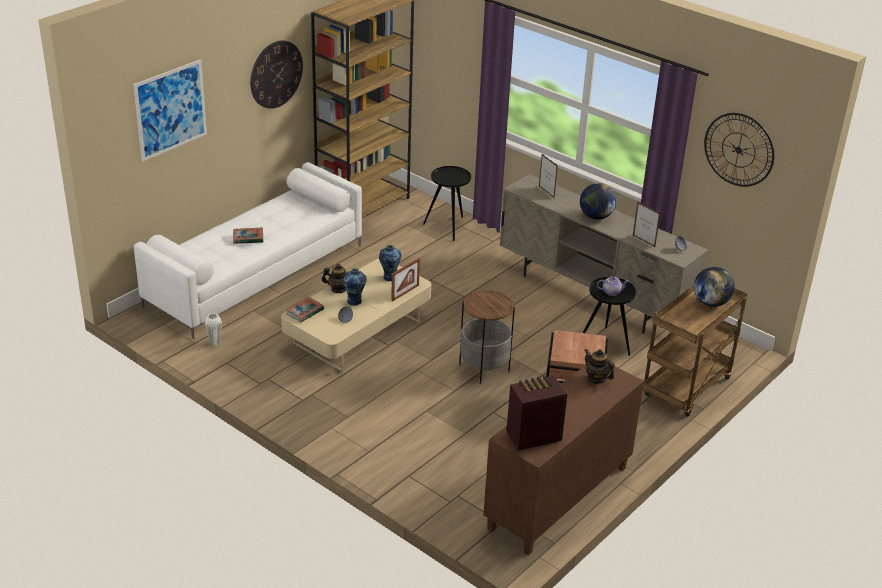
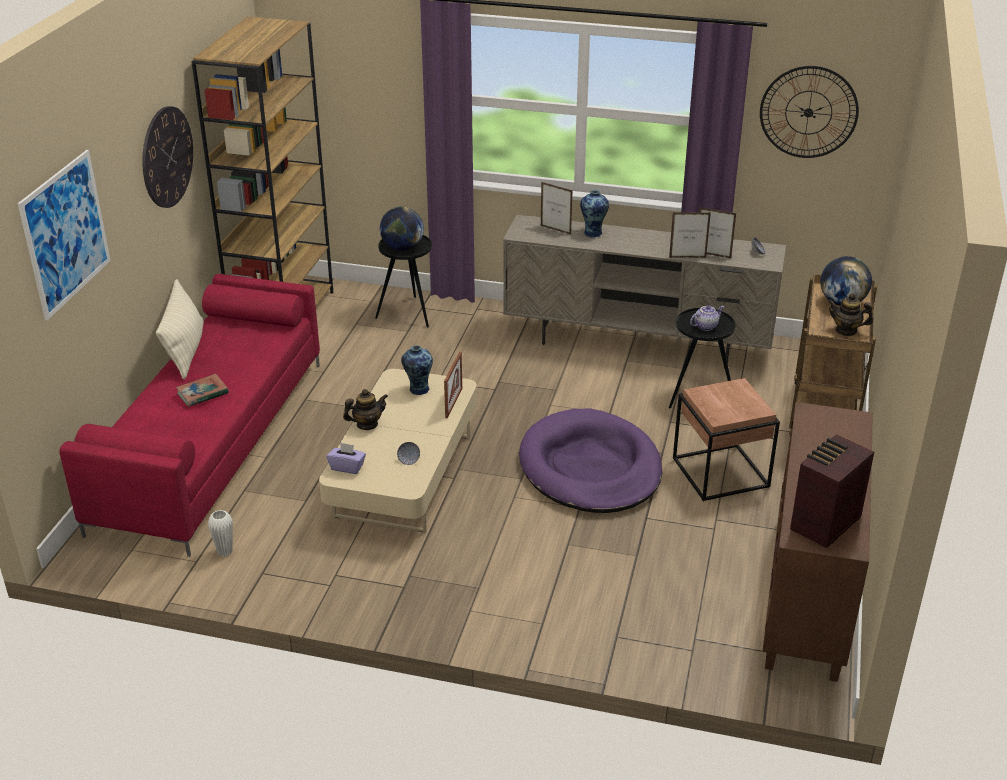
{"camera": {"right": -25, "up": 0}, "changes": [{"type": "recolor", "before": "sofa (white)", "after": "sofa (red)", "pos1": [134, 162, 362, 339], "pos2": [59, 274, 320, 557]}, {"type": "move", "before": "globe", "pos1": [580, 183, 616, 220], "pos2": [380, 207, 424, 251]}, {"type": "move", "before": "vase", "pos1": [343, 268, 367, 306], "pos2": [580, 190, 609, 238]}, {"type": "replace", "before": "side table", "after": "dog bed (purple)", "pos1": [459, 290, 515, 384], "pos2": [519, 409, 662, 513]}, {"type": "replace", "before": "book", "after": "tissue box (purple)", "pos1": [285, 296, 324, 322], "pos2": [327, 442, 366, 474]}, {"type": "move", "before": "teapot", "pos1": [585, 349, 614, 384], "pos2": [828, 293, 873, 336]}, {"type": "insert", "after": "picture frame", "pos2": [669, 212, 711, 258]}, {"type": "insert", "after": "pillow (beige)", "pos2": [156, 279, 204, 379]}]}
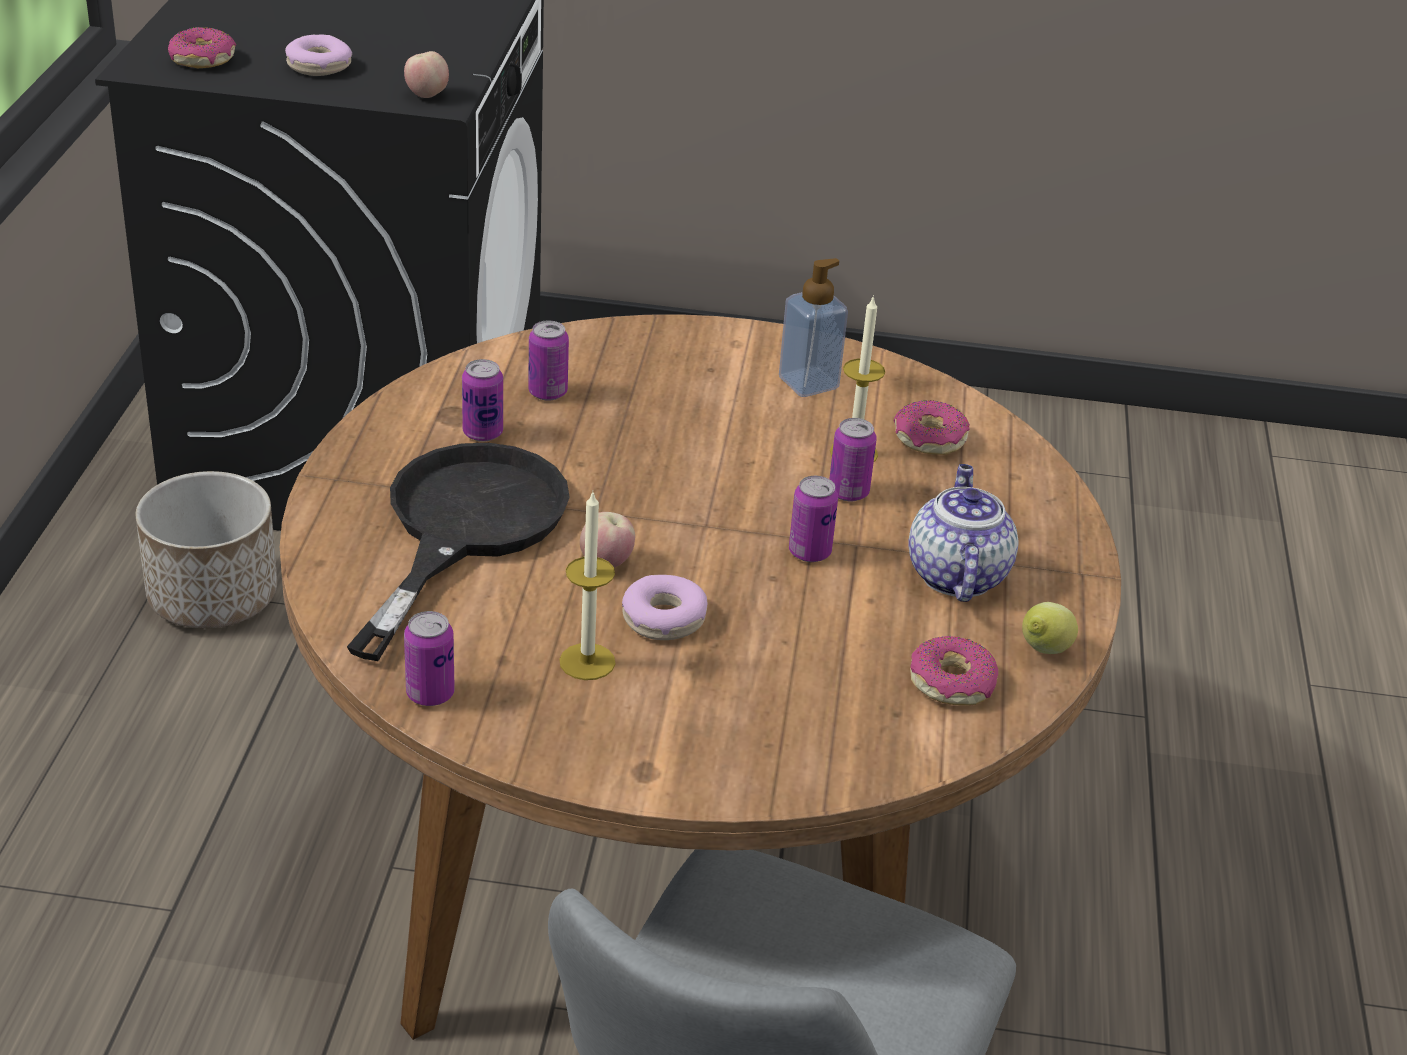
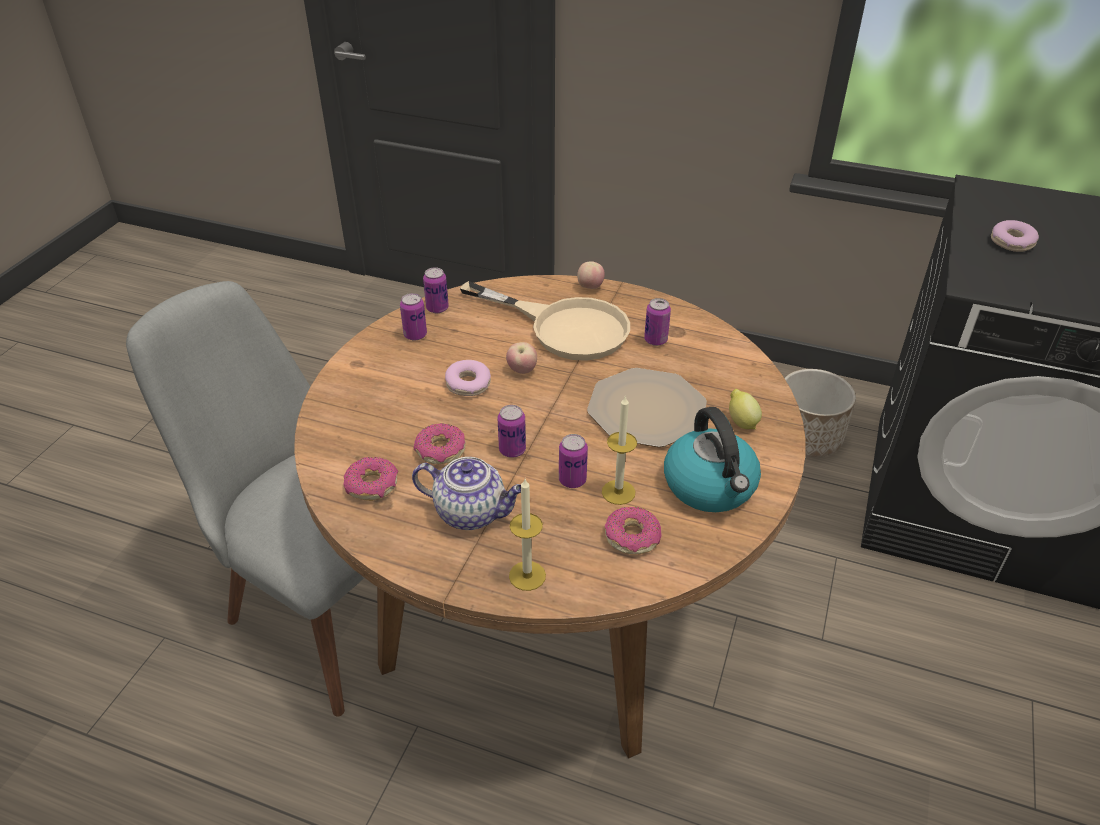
{"camera": {"right": 105, "up": 5}, "changes": [{"type": "move", "before": "donut", "pos1": [168, 27, 236, 68], "pos2": [414, 423, 466, 464]}, {"type": "move", "before": "apple", "pos1": [404, 51, 449, 98], "pos2": [577, 261, 605, 289]}, {"type": "replace", "before": "soap dispenser", "after": "kettle", "pos1": [779, 258, 848, 397], "pos2": [664, 407, 761, 512]}, {"type": "move", "before": "can", "pos1": [528, 321, 569, 401], "pos2": [400, 293, 427, 341]}, {"type": "recolor", "before": "frying pan (black)", "after": "frying pan (beige)", "pos1": [347, 443, 570, 661], "pos2": [460, 281, 630, 361]}, {"type": "move", "before": "candle", "pos1": [559, 490, 616, 680], "pos2": [509, 479, 546, 591]}, {"type": "move", "before": "lemon", "pos1": [1022, 602, 1078, 654], "pos2": [729, 389, 762, 429]}, {"type": "insert", "after": "plate", "pos2": [587, 368, 707, 447]}]}
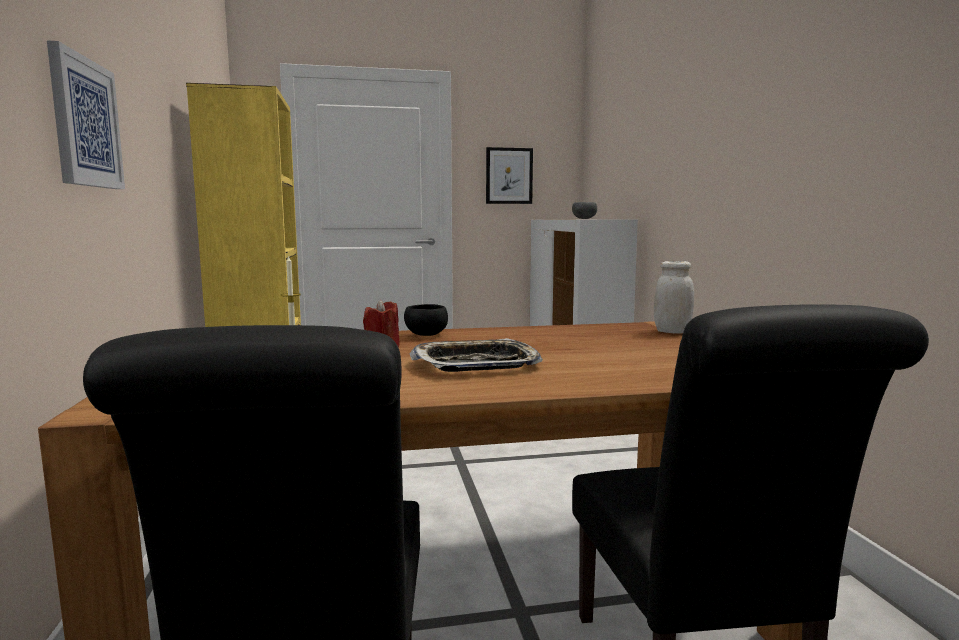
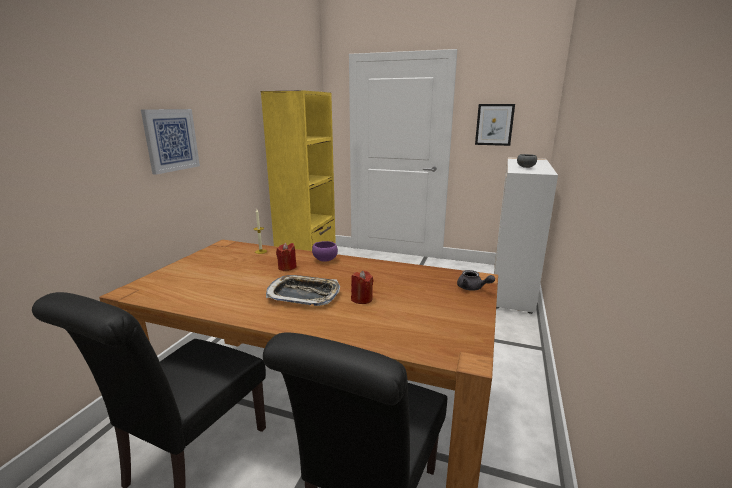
{"camera": {"right": 30, "up": 10}, "changes": [{"type": "replace", "before": "jar (white)", "after": "teapot (grey)", "pos1": [654, 261, 694, 333], "pos2": [457, 270, 495, 291]}, {"type": "recolor", "before": "bowl (black)", "after": "bowl (purple)", "pos1": [404, 304, 448, 336], "pos2": [312, 241, 338, 262]}, {"type": "insert", "after": "candle (red)", "pos2": [351, 271, 374, 304]}]}
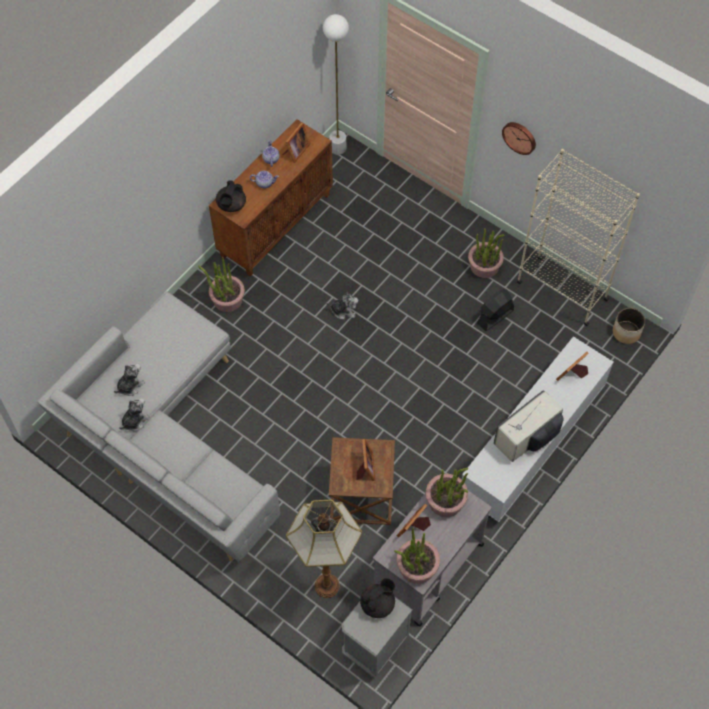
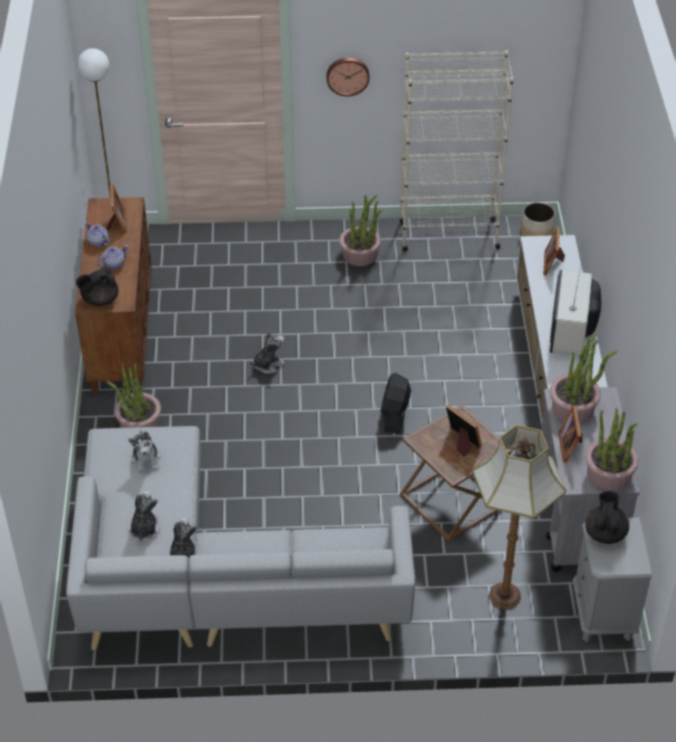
{"camera": {"right": -40, "up": -15}, "changes": [{"type": "rotate", "before": "teapot (black)", "pos1": [216, 180, 246, 212], "pos2": [76, 267, 119, 306], "turn": 75}, {"type": "move", "before": "fan (black)", "pos1": [477, 289, 514, 331], "pos2": [381, 373, 411, 434]}, {"type": "insert", "after": "plush toy", "pos2": [128, 431, 161, 474]}]}
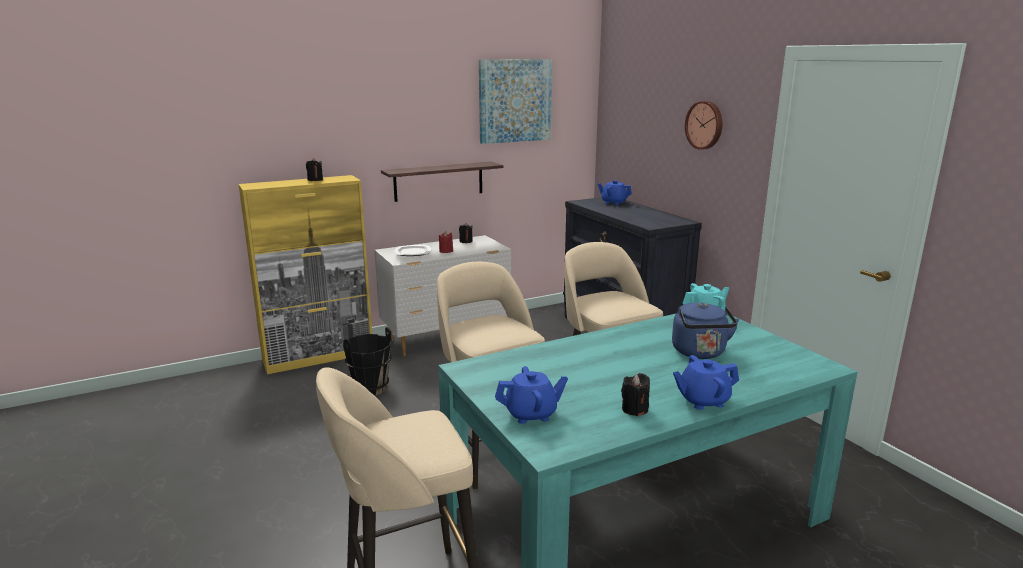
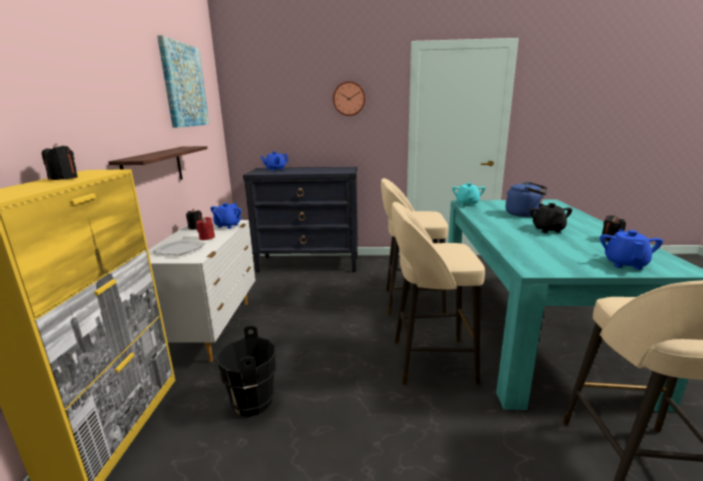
{"camera": {"right": -60, "up": 0}, "changes": [{"type": "move", "before": "teapot (blue)", "pos1": [673, 355, 739, 410], "pos2": [210, 203, 241, 229]}, {"type": "insert", "after": "teapot (black)", "pos2": [530, 203, 572, 233]}]}
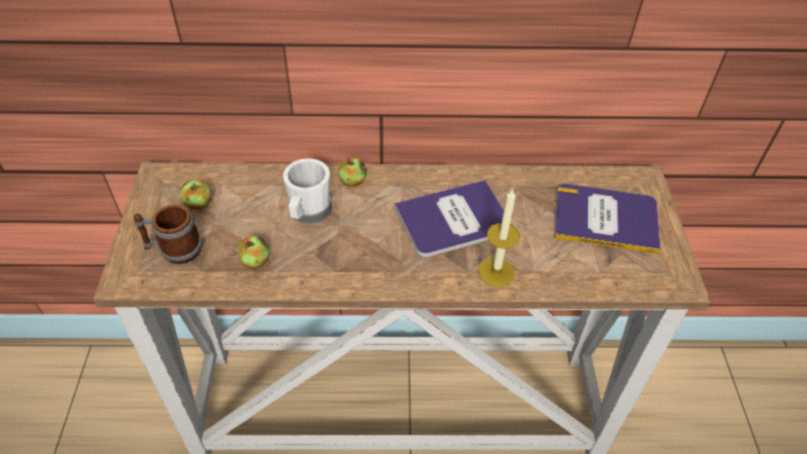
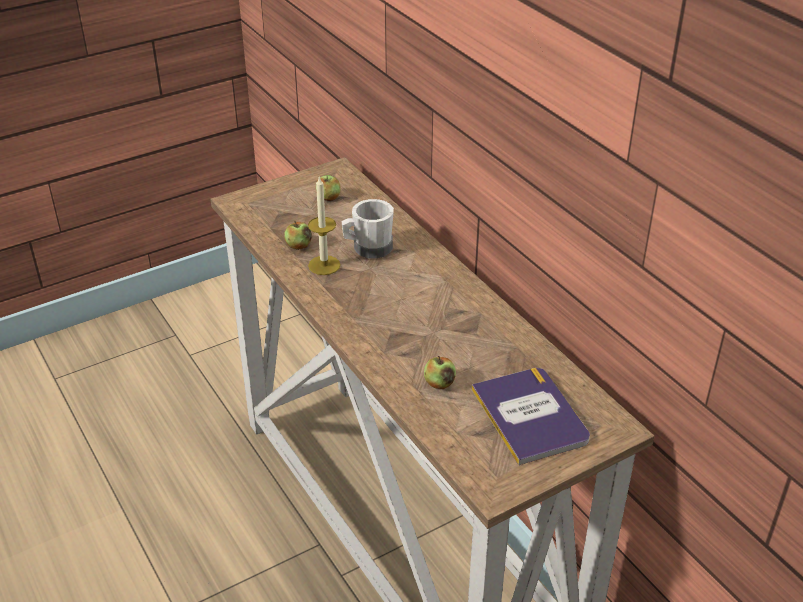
{"camera": {"right": 60, "up": -10}, "changes": [{"type": "move", "before": "apple", "pos1": [339, 157, 367, 187], "pos2": [424, 356, 456, 389]}, {"type": "delete", "before": "book", "pos1": [394, 180, 513, 257]}, {"type": "move", "before": "candle", "pos1": [478, 188, 520, 287], "pos2": [308, 176, 341, 275]}, {"type": "delete", "before": "mug", "pos1": [133, 204, 202, 264]}]}
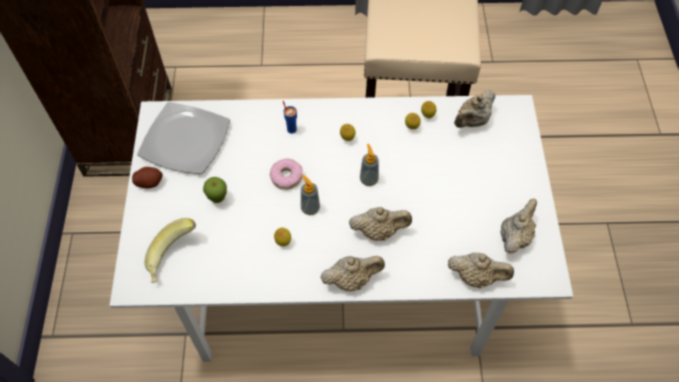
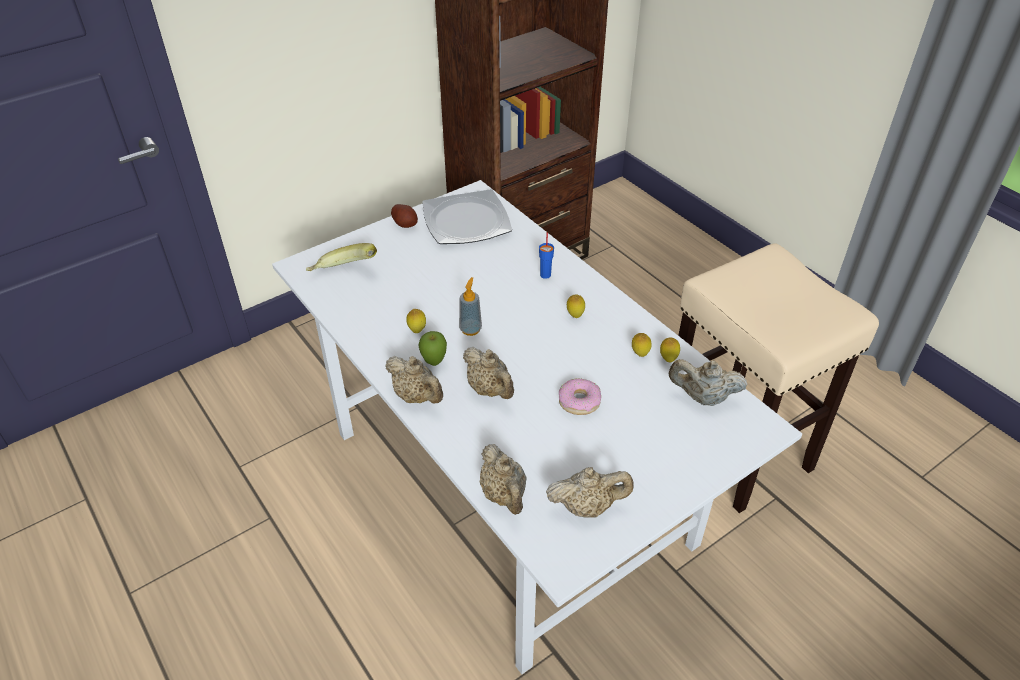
{"camera": {"right": 55, "up": -15}, "changes": [{"type": "delete", "before": "soap dispenser", "pos1": [360, 144, 379, 186]}, {"type": "move", "before": "donut", "pos1": [270, 159, 303, 190], "pos2": [559, 378, 601, 415]}, {"type": "move", "before": "apple", "pos1": [203, 177, 227, 203], "pos2": [419, 331, 447, 366]}]}
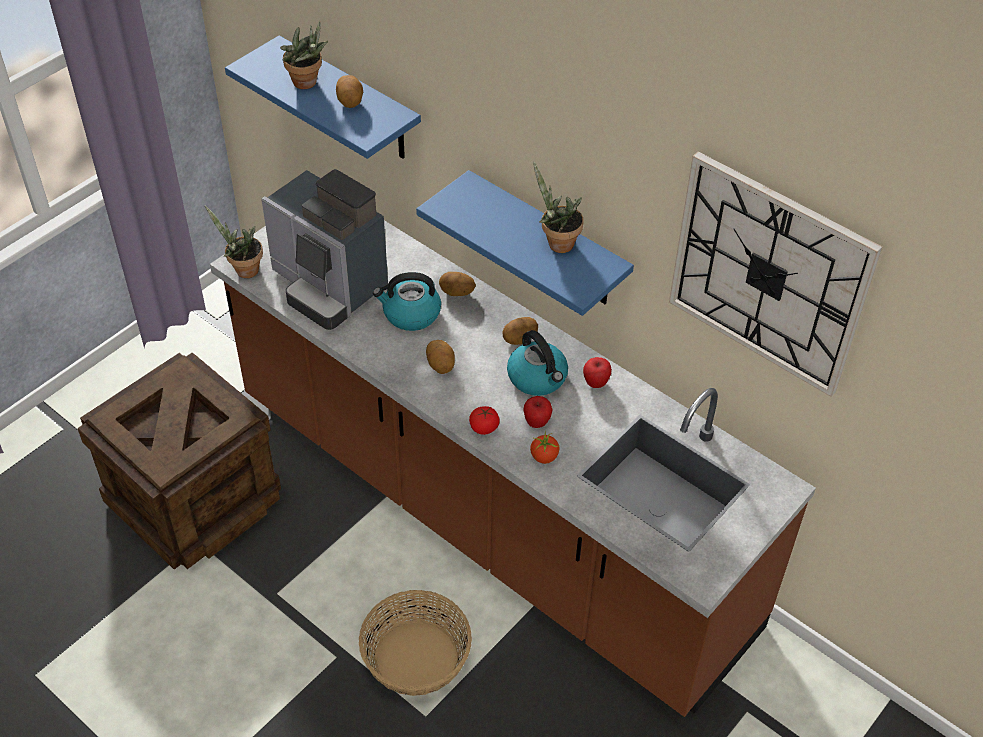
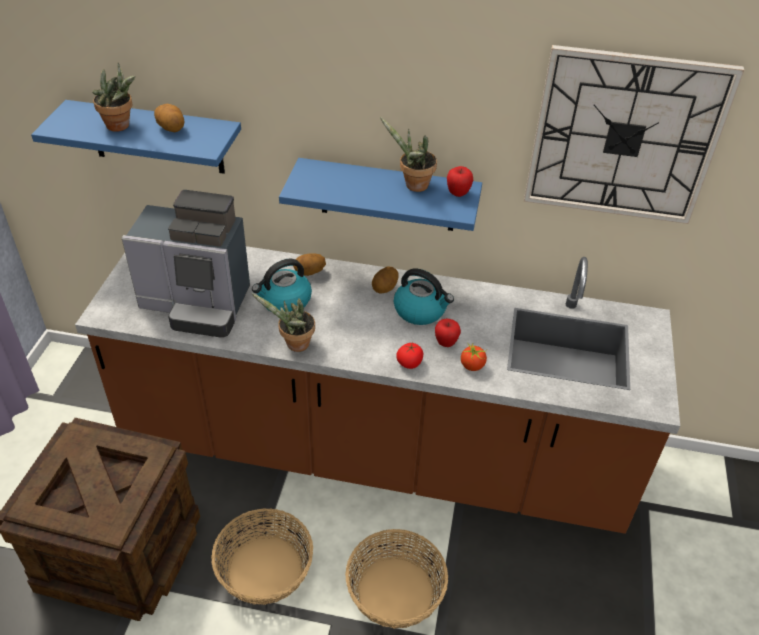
{"camera": {"right": -30, "up": -5}, "changes": [{"type": "move", "before": "potted plant", "pos1": [205, 205, 263, 278], "pos2": [251, 293, 315, 352]}, {"type": "delete", "before": "potato", "pos1": [426, 340, 455, 374]}, {"type": "move", "before": "apple", "pos1": [583, 357, 612, 388], "pos2": [447, 166, 473, 197]}, {"type": "insert", "after": "basket", "pos2": [211, 508, 313, 605]}]}
